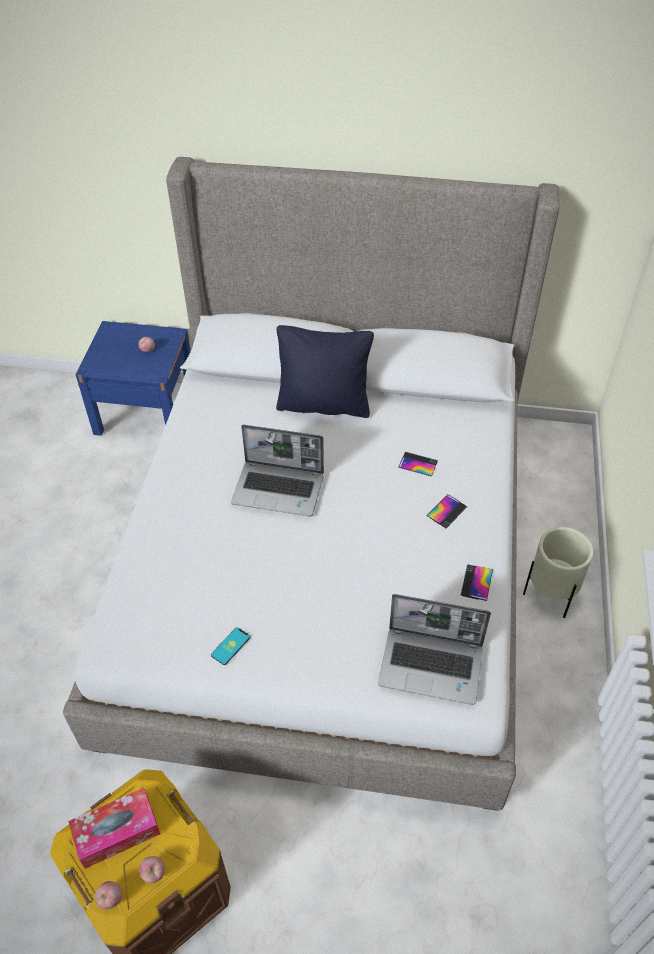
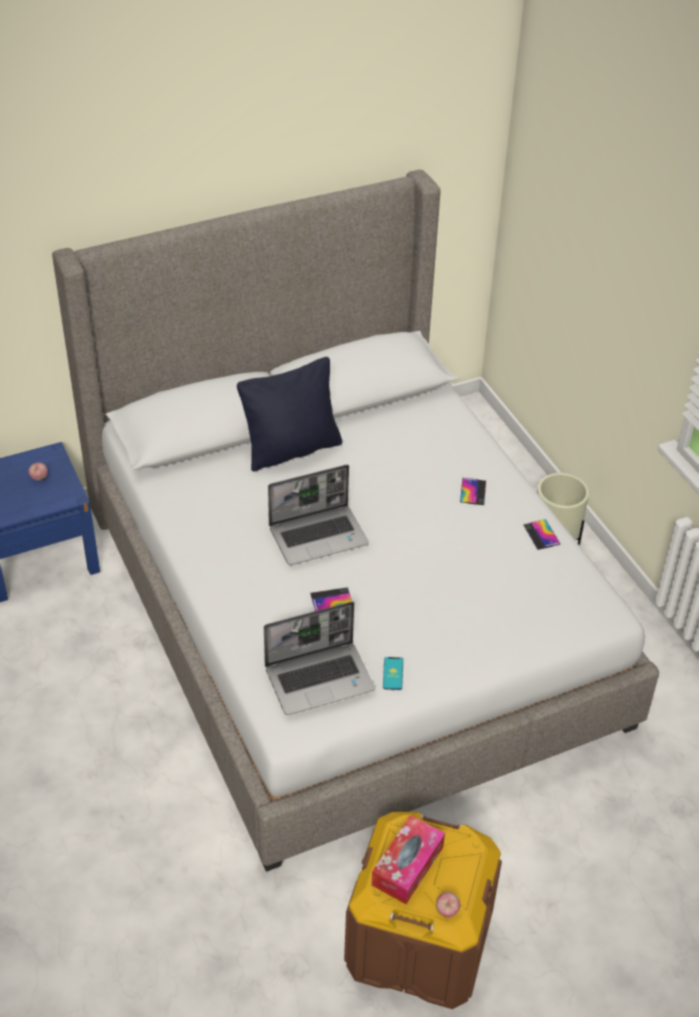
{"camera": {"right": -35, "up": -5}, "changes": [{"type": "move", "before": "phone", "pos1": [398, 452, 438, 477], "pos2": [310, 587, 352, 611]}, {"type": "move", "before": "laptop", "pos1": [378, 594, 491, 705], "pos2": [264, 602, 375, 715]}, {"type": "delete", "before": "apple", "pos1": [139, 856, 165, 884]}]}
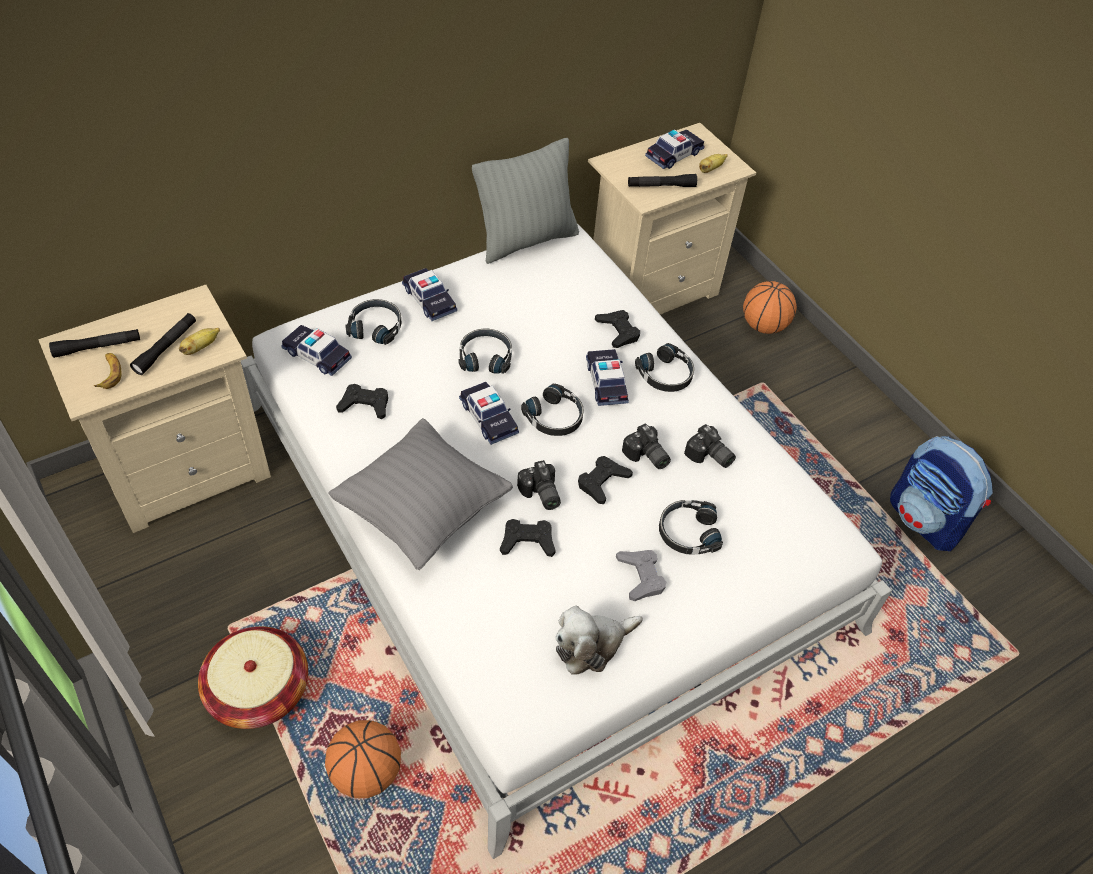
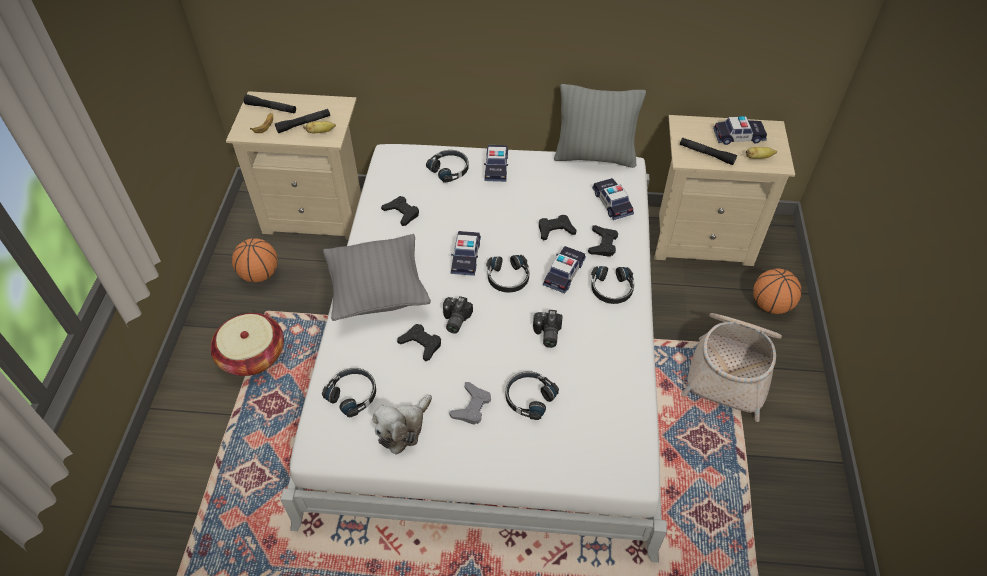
{"camera": {"right": 40, "up": 0}, "changes": [{"type": "move", "before": "toy car", "pos1": [281, 325, 352, 376], "pos2": [592, 178, 634, 220]}, {"type": "move", "before": "headphones (black)", "pos1": [458, 329, 512, 374], "pos2": [322, 368, 376, 417]}, {"type": "delete", "before": "photo camera", "pos1": [684, 424, 736, 468]}, {"type": "delete", "before": "backpack", "pos1": [890, 436, 993, 551]}, {"type": "move", "before": "game controller (black)", "pos1": [578, 456, 633, 504], "pos2": [539, 215, 577, 240]}, {"type": "rotate", "before": "plush toy", "pos1": [555, 606, 643, 674], "pos2": [373, 395, 432, 455], "turn": -60}, {"type": "move", "before": "basketball", "pos1": [325, 720, 401, 798], "pos2": [232, 238, 278, 282]}, {"type": "insert", "after": "basket", "pos2": [681, 313, 782, 422]}]}
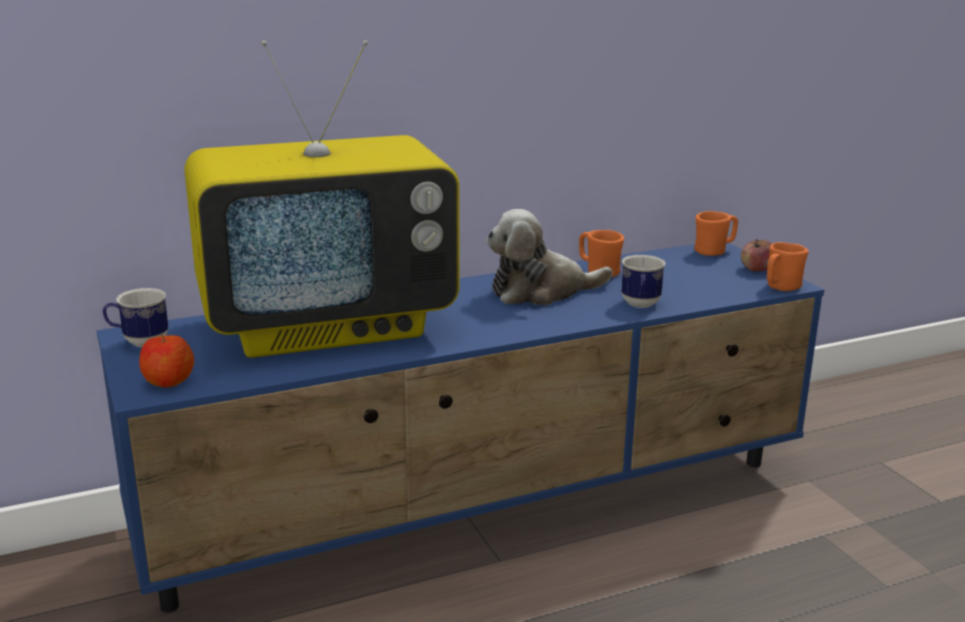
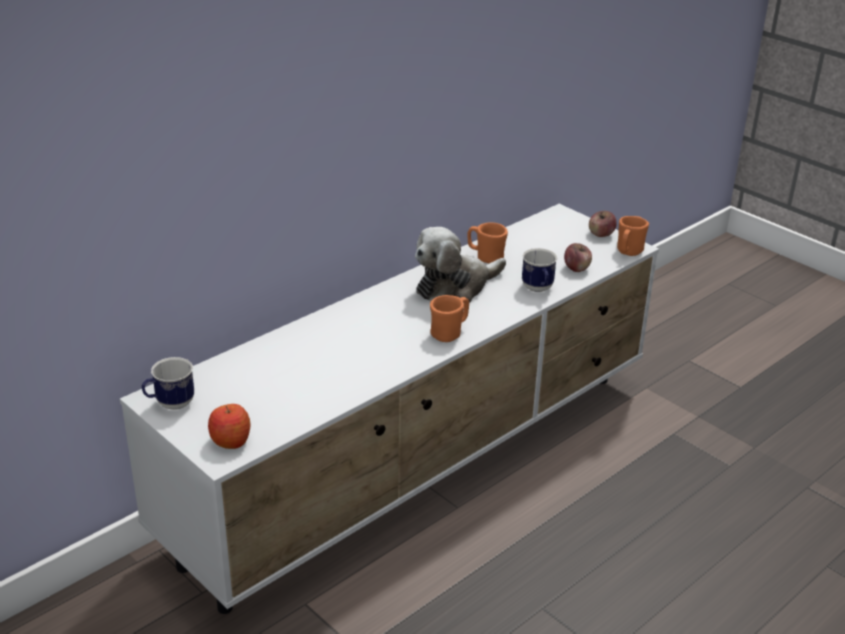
{"camera": {"right": -20, "up": 10}, "changes": [{"type": "delete", "before": "television", "pos1": [185, 40, 459, 358]}, {"type": "move", "before": "mug (orange)", "pos1": [694, 211, 738, 256], "pos2": [430, 295, 469, 342]}, {"type": "recolor", "before": "tv stand (blue)", "after": "tv stand (white)", "pos1": [97, 243, 824, 612], "pos2": [120, 204, 659, 614]}, {"type": "insert", "after": "apple", "pos2": [564, 243, 592, 272]}]}
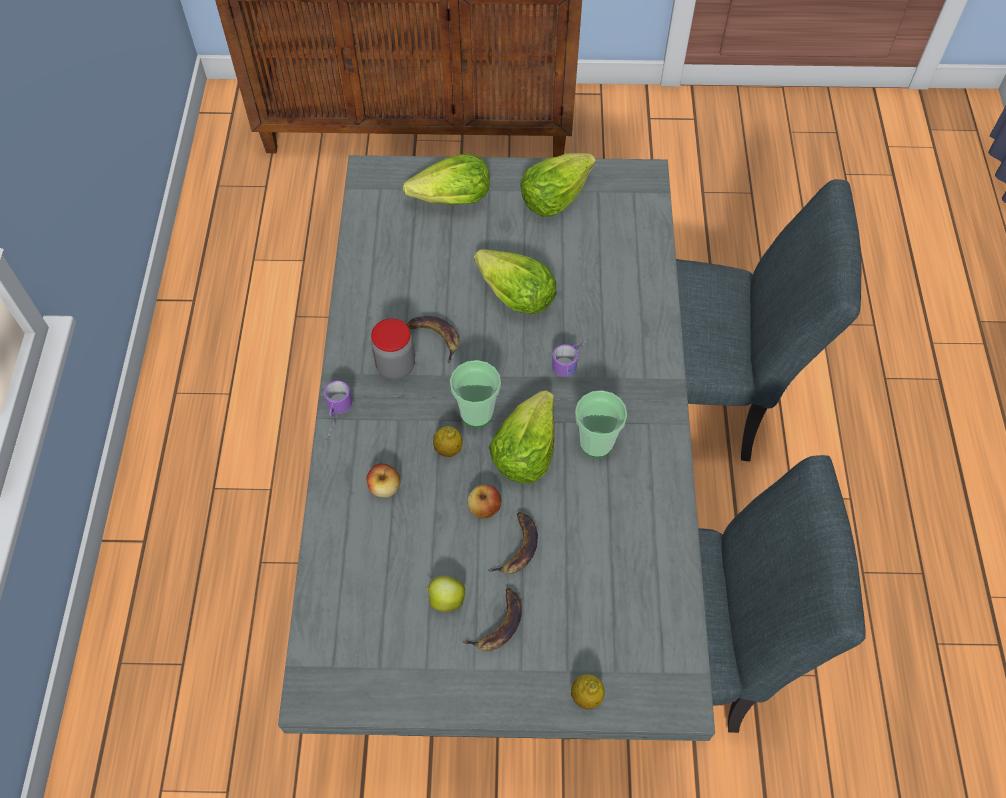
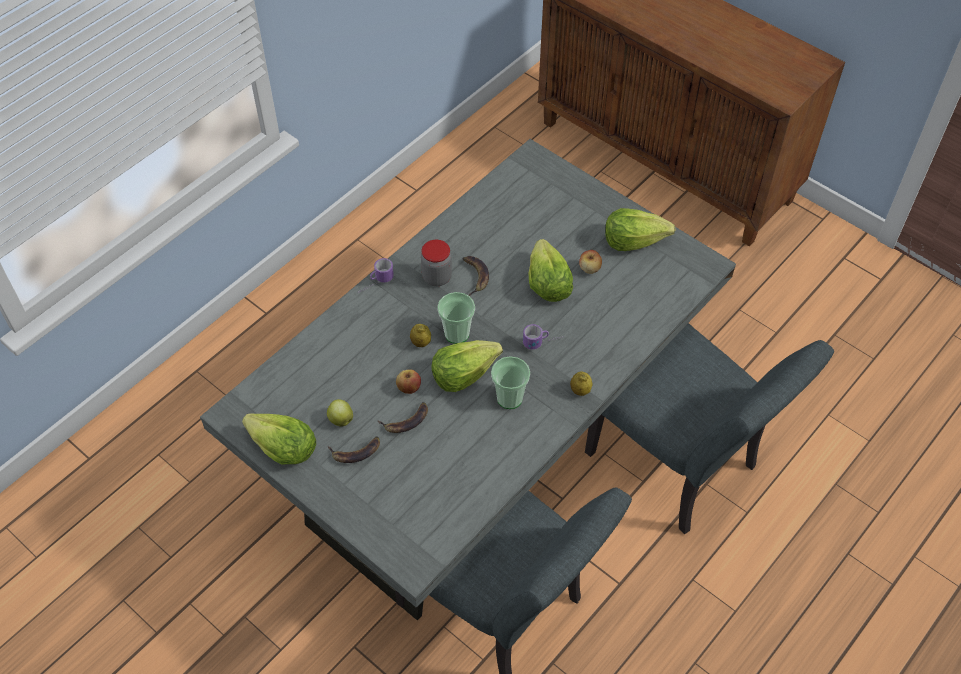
{"camera": {"right": 40, "up": -5}, "changes": [{"type": "move", "before": "lettuce", "pos1": [403, 154, 490, 205], "pos2": [242, 414, 316, 464]}, {"type": "move", "before": "apple", "pos1": [367, 463, 400, 497], "pos2": [579, 250, 602, 274]}, {"type": "move", "before": "lemon", "pos1": [571, 674, 605, 709], "pos2": [570, 372, 592, 396]}]}
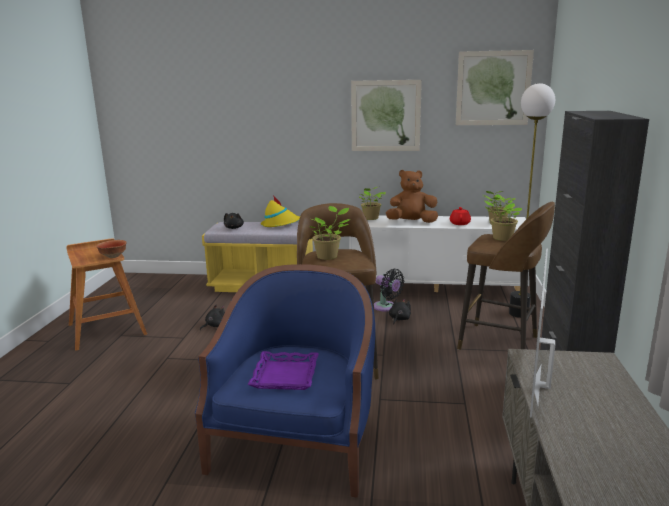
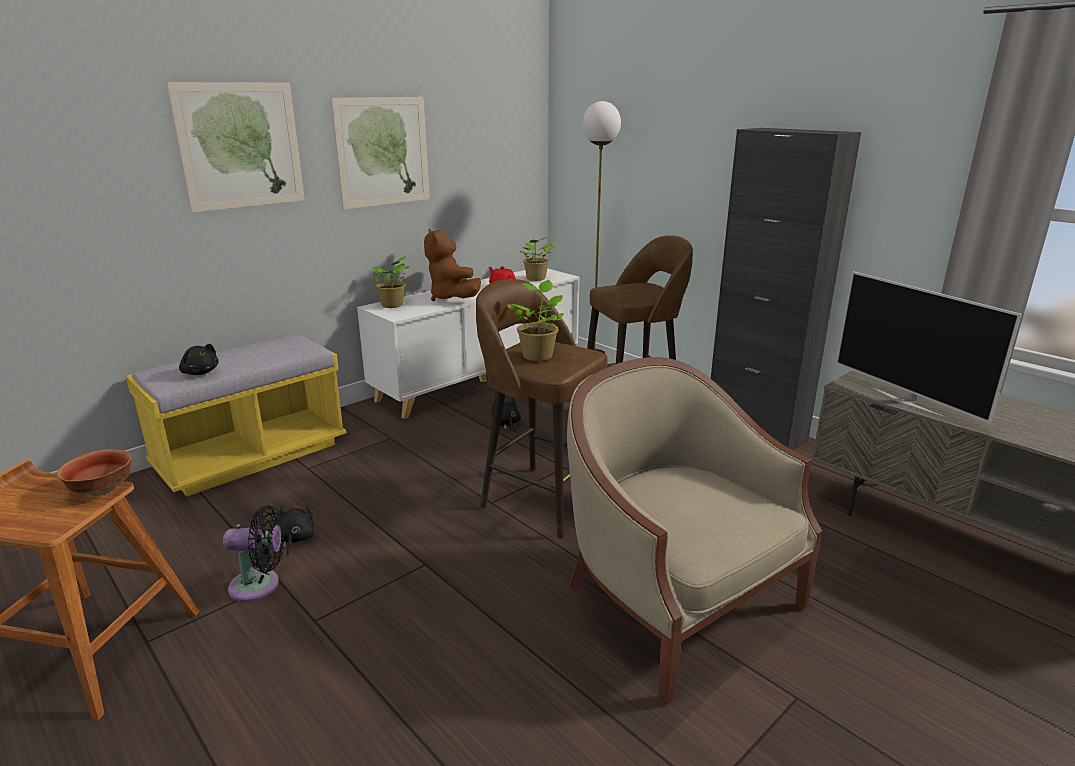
{"camera": {"right": -50, "up": 5}, "changes": [{"type": "move", "before": "picture", "pos1": [456, 50, 534, 125], "pos2": [167, 82, 305, 213]}, {"type": "rotate", "before": "plush toy (brown)", "pos1": [386, 170, 438, 223], "pos2": [424, 229, 481, 301], "turn": -60}, {"type": "delete", "before": "potted plant", "pos1": [484, 195, 522, 241]}, {"type": "delete", "before": "hat (yellow)", "pos1": [261, 197, 300, 227]}, {"type": "recolor", "before": "armchair (blue)", "after": "armchair (beige)", "pos1": [195, 264, 375, 498], "pos2": [567, 357, 822, 705]}, {"type": "move", "before": "fan (black)", "pos1": [374, 269, 404, 312], "pos2": [223, 505, 284, 602]}, {"type": "delete", "before": "tray (purple)", "pos1": [248, 351, 319, 390]}]}
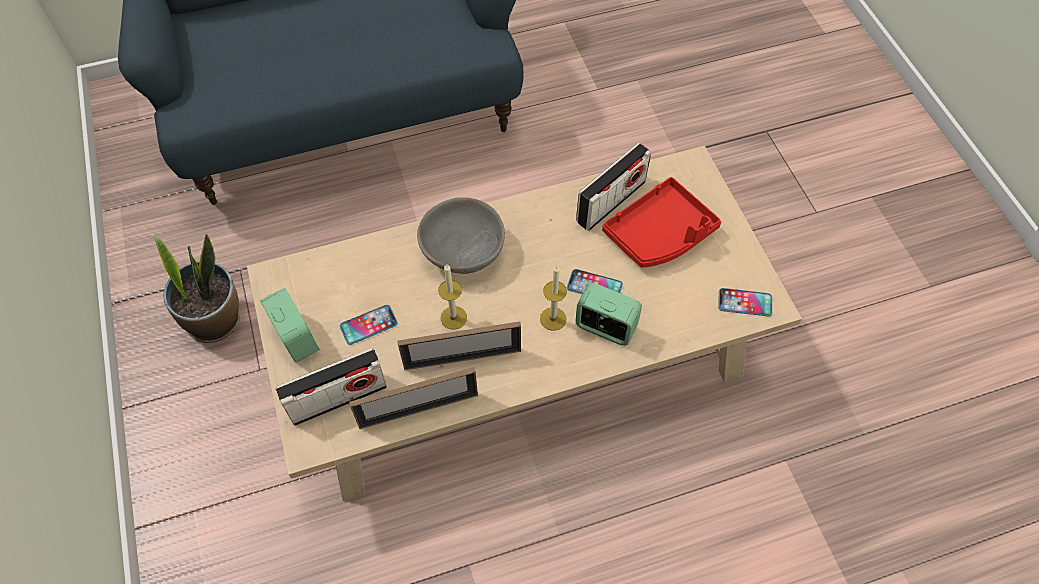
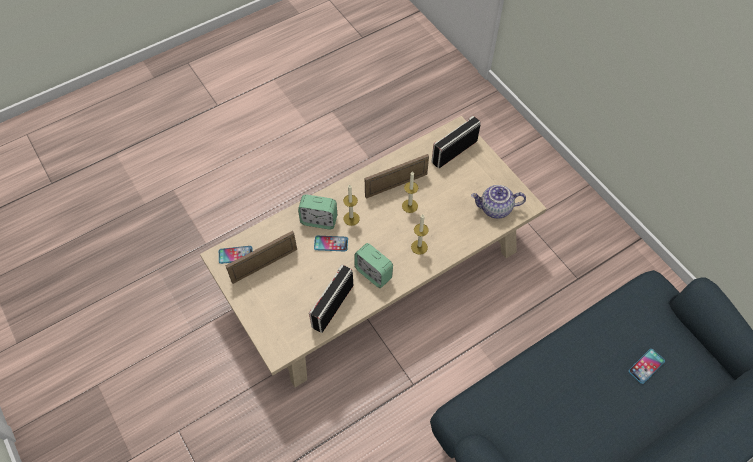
{"camera": {"right": 165, "up": 0}, "changes": [{"type": "delete", "before": "tray (red)", "pos1": [602, 177, 721, 268]}, {"type": "replace", "before": "bowl (grey)", "after": "candle", "pos1": [417, 197, 505, 274], "pos2": [411, 214, 429, 255]}, {"type": "delete", "before": "potted plant", "pos1": [153, 234, 240, 343]}, {"type": "move", "before": "alarm clock", "pos1": [260, 288, 319, 362], "pos2": [355, 243, 393, 288]}, {"type": "move", "before": "phone", "pos1": [340, 305, 398, 345], "pos2": [629, 349, 665, 384]}, {"type": "move", "before": "picture frame", "pos1": [349, 367, 478, 429], "pos2": [226, 231, 297, 284]}, {"type": "insert", "after": "teapot", "pos2": [471, 185, 526, 219]}]}
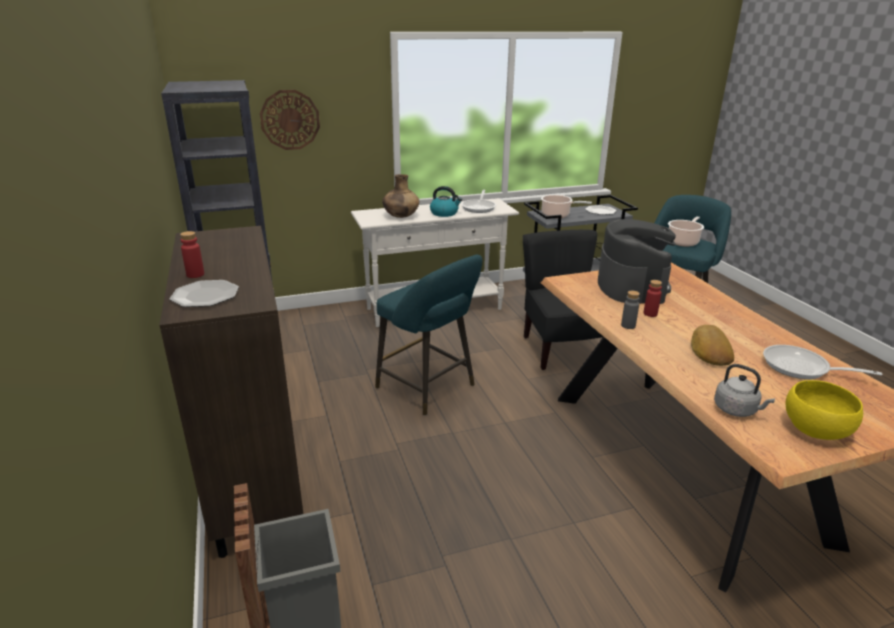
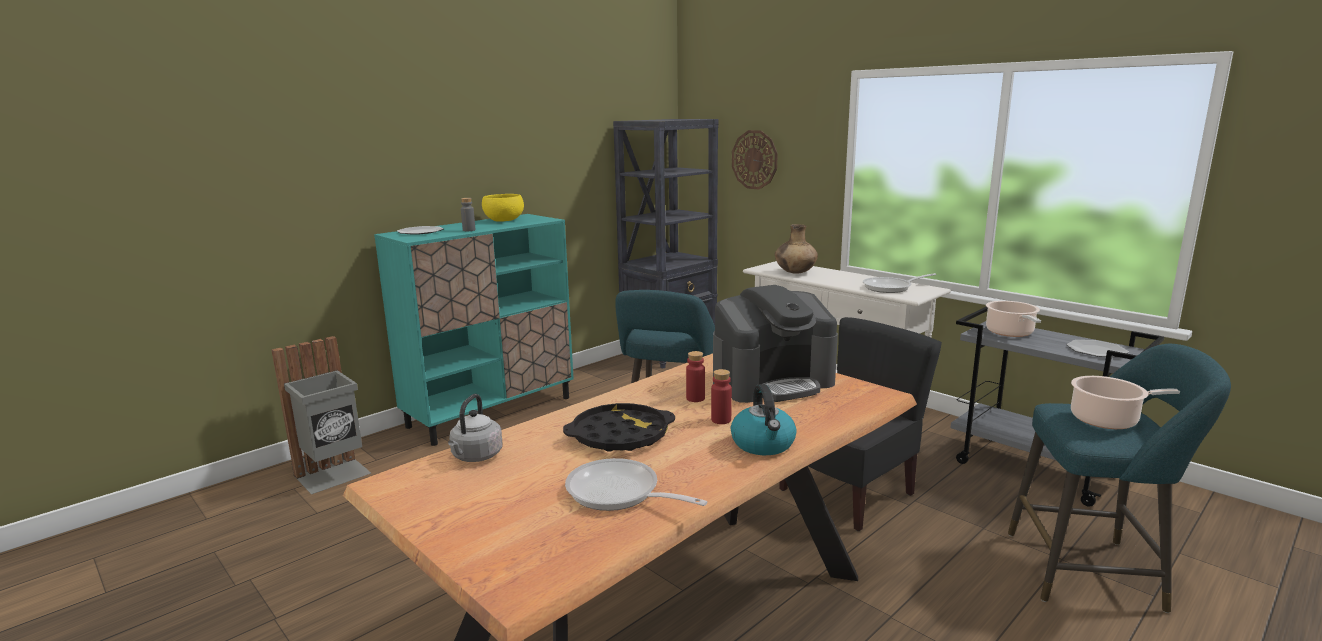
{"camera": {"right": 65, "up": -10}, "changes": [{"type": "move", "before": "kettle", "pos1": [430, 186, 462, 217], "pos2": [731, 384, 796, 455]}, {"type": "recolor", "before": "cabinet (brown)", "after": "cabinet (turquoise)", "pos1": [159, 226, 303, 558], "pos2": [374, 214, 574, 446]}, {"type": "move", "before": "bottle (red)", "pos1": [180, 231, 204, 278], "pos2": [711, 369, 732, 424]}, {"type": "move", "before": "bottle (grey)", "pos1": [621, 291, 640, 329], "pos2": [461, 198, 475, 231]}, {"type": "replace", "before": "bread", "after": "tray (black)", "pos1": [691, 325, 734, 366], "pos2": [563, 403, 675, 452]}, {"type": "rotate", "before": "frying pan", "pos1": [763, 345, 882, 379], "pos2": [565, 458, 707, 511], "turn": -60}, {"type": "move", "before": "bowl (yellow)", "pos1": [786, 380, 863, 440], "pos2": [482, 194, 524, 222]}]}
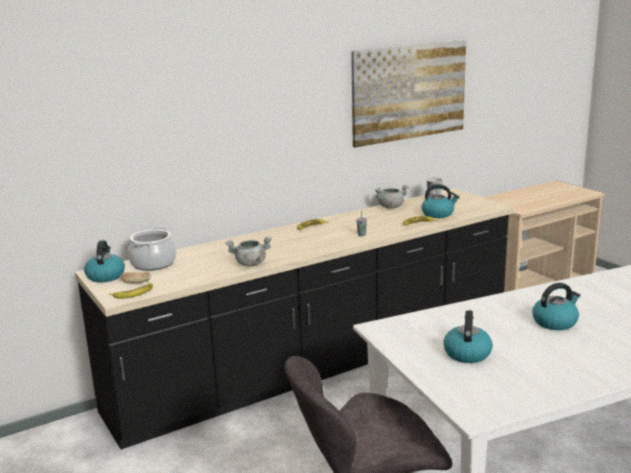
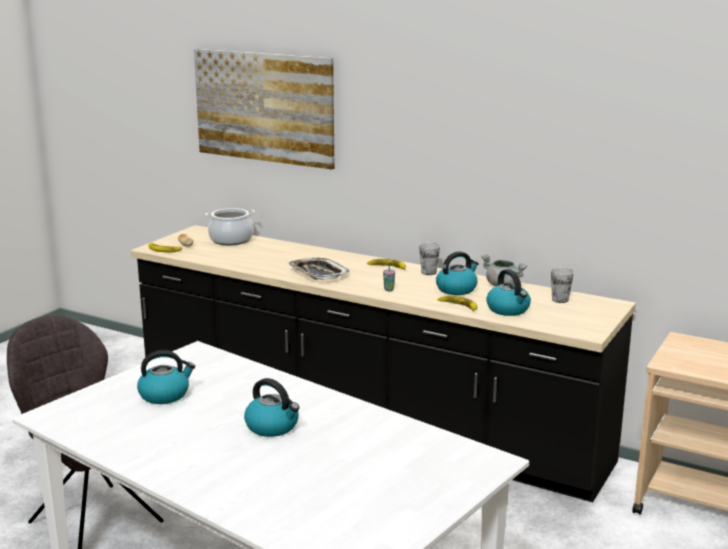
{"camera": {"right": 60, "up": 0}, "changes": [{"type": "move", "before": "picture", "pos1": [351, 41, 466, 147], "pos2": [194, 49, 334, 169]}, {"type": "delete", "before": "cooking pot (grey)", "pos1": [226, 237, 272, 266]}, {"type": "move", "before": "kettle", "pos1": [84, 240, 125, 282], "pos2": [436, 251, 479, 295]}, {"type": "insert", "after": "cup", "pos2": [419, 243, 440, 275]}, {"type": "insert", "after": "tray", "pos2": [288, 258, 350, 280]}]}
